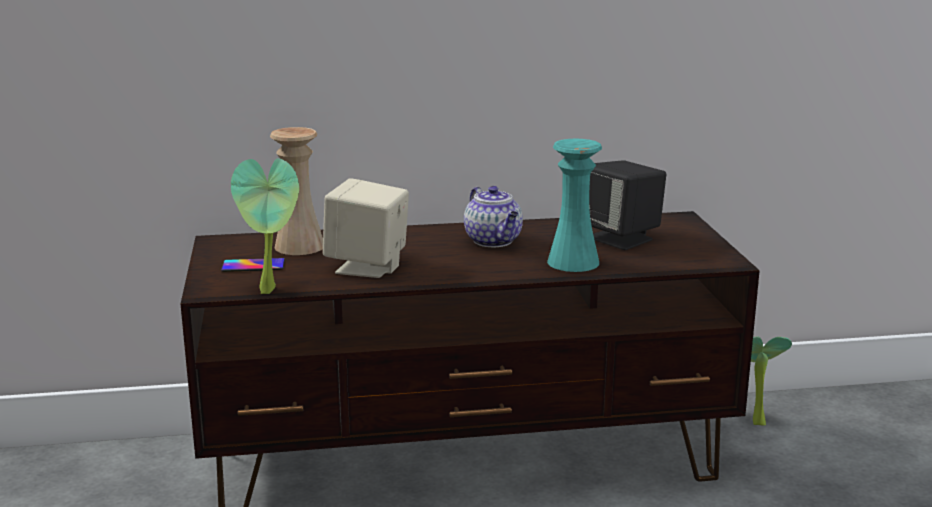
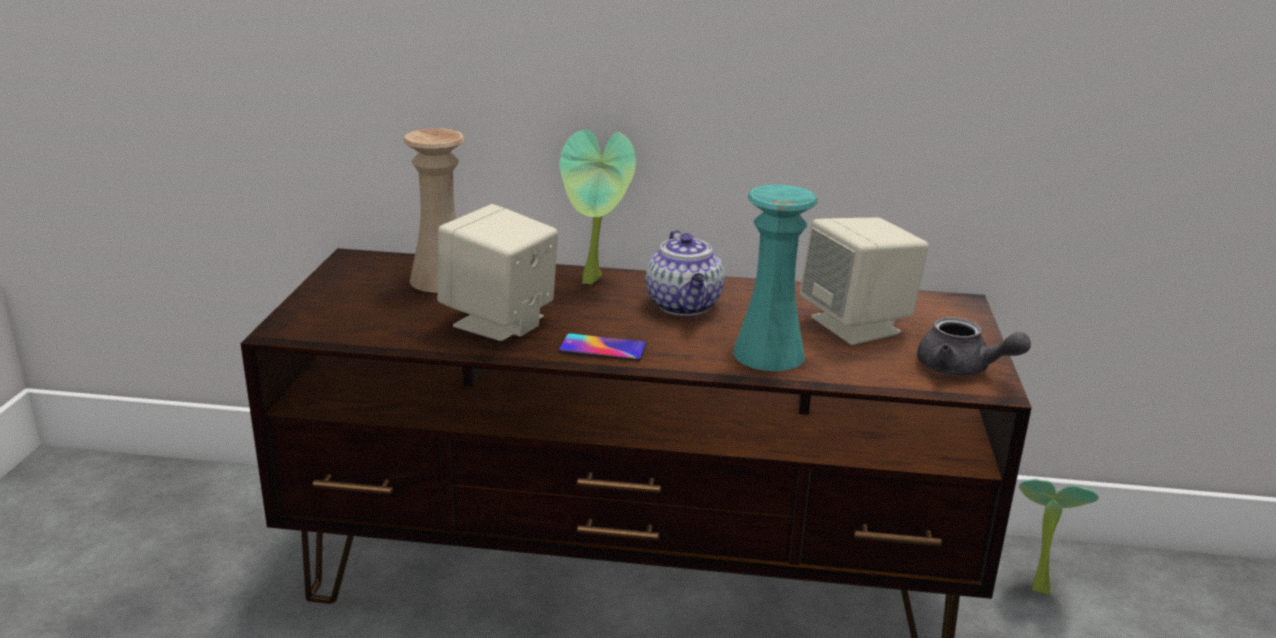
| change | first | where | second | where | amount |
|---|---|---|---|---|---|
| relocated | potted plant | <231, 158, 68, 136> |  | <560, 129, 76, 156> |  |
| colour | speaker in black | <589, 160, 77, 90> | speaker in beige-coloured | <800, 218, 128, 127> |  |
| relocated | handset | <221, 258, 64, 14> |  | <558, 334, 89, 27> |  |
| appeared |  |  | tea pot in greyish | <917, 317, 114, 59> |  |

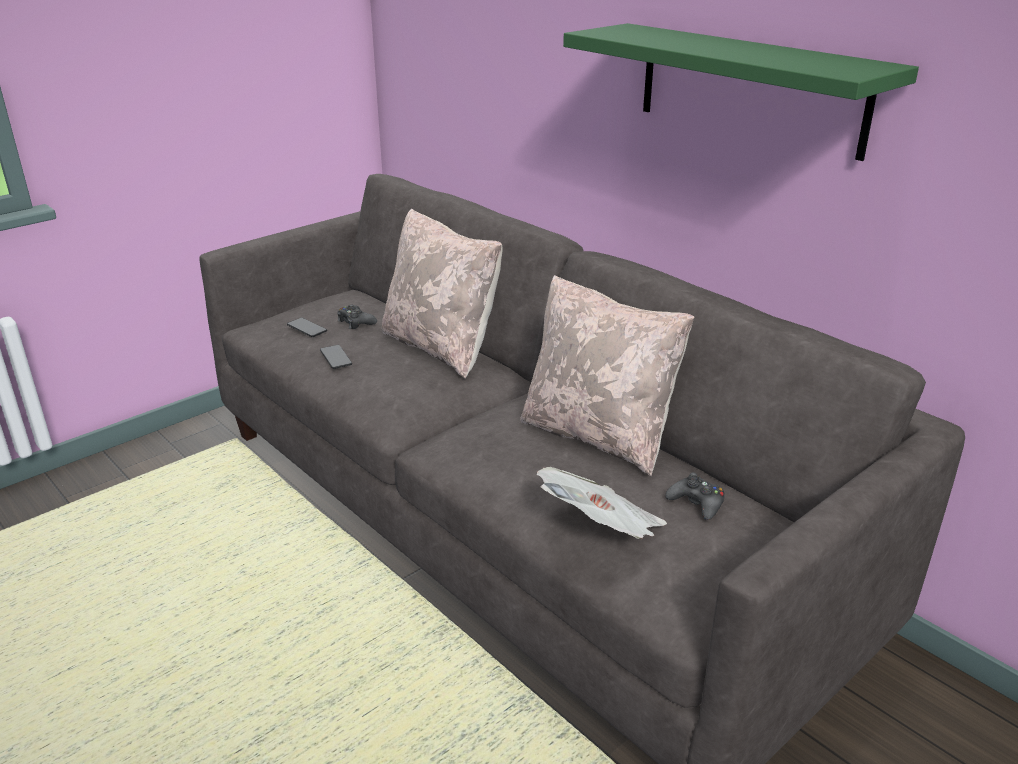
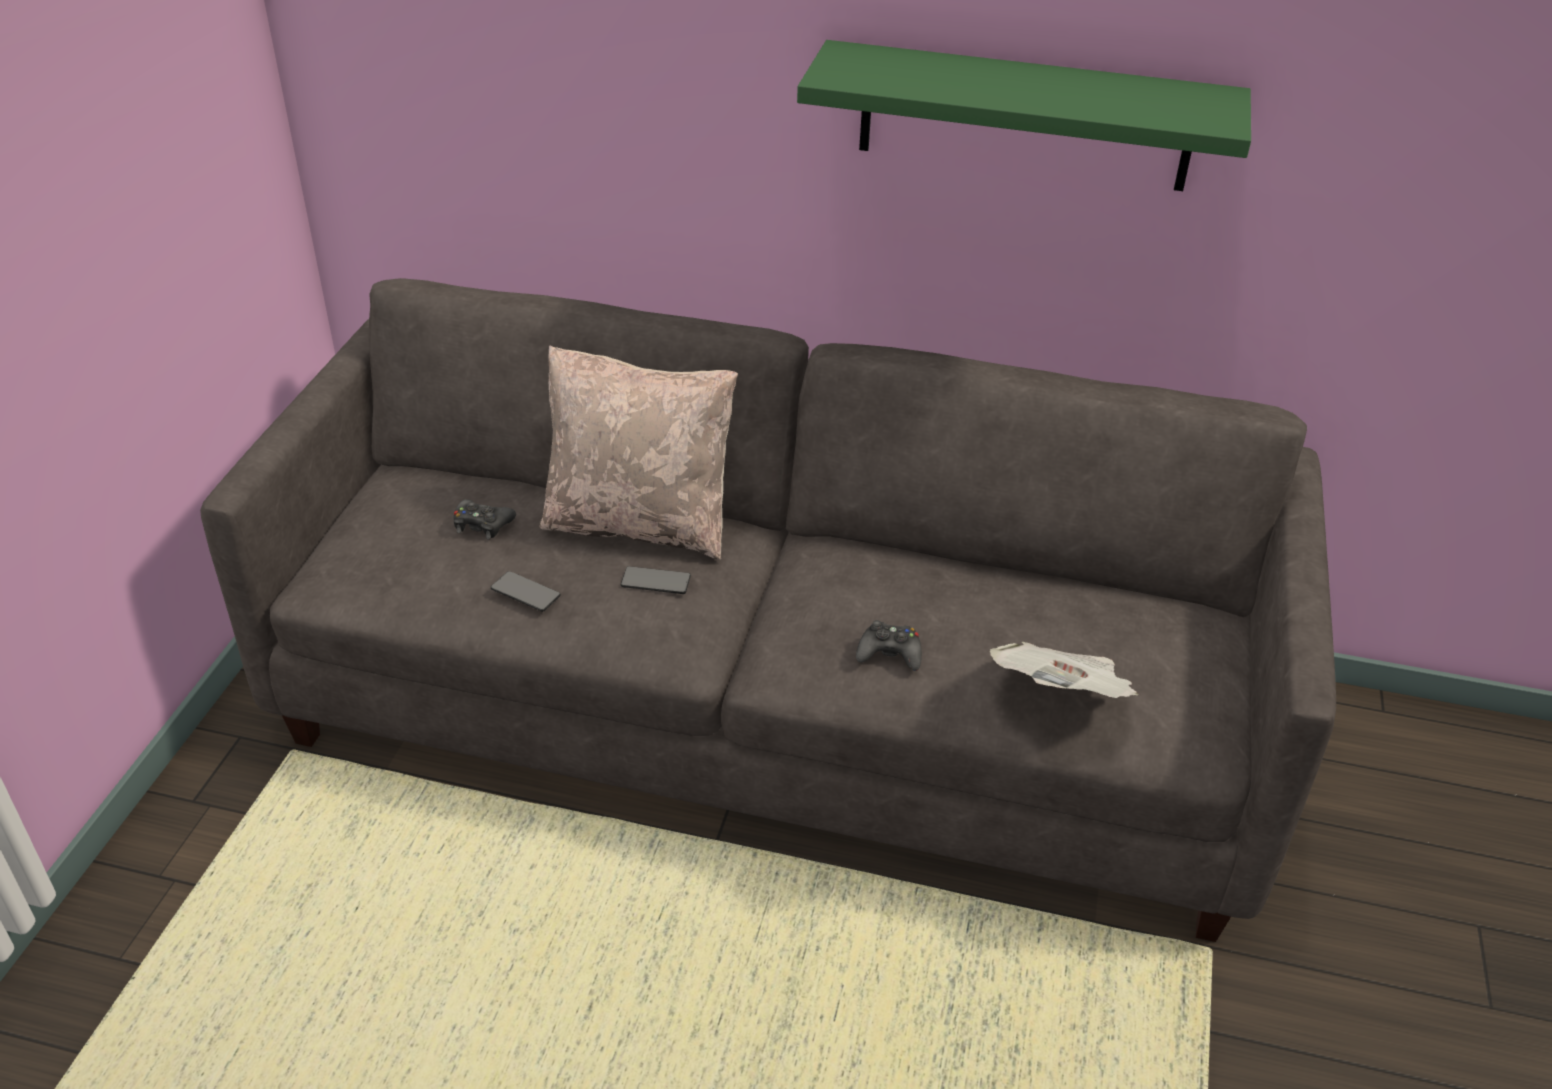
| change | first | where | second | where | amount |
|---|---|---|---|---|---|
| missing | cushion in beige-coloured | <520, 275, 174, 201> |  |  |  |
| relocated | handset | <287, 318, 40, 19> |  | <621, 566, 70, 28> |  |
| relocated | game controller in black | <665, 472, 59, 48> |  | <856, 620, 66, 51> |  |

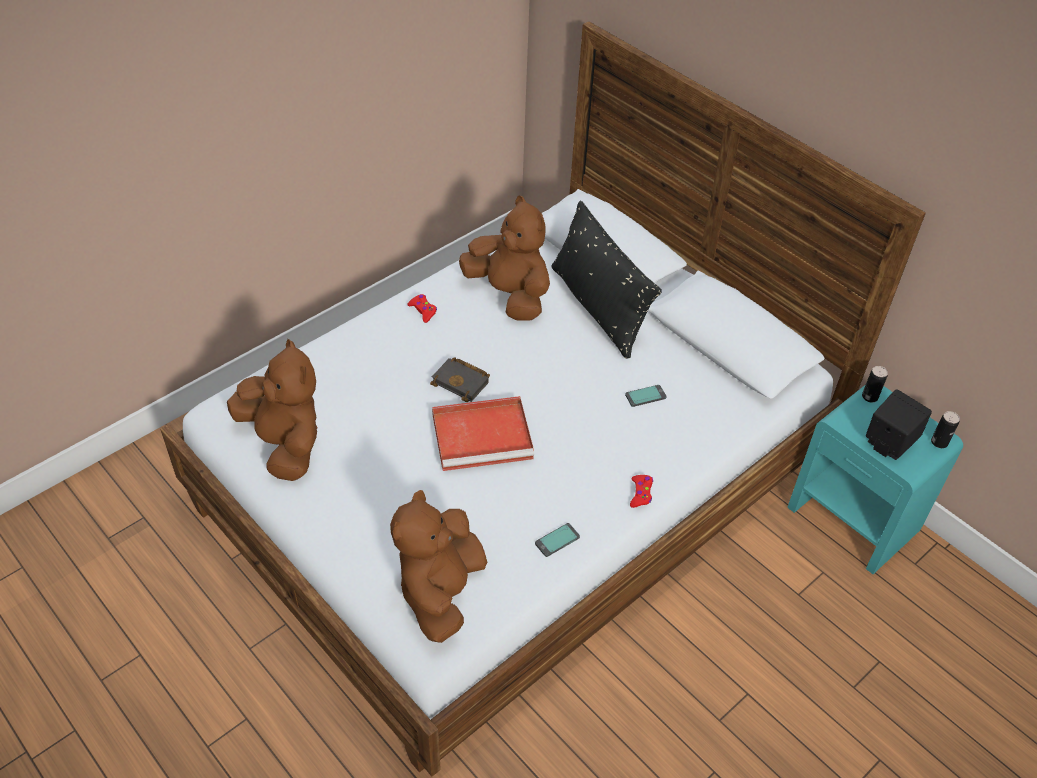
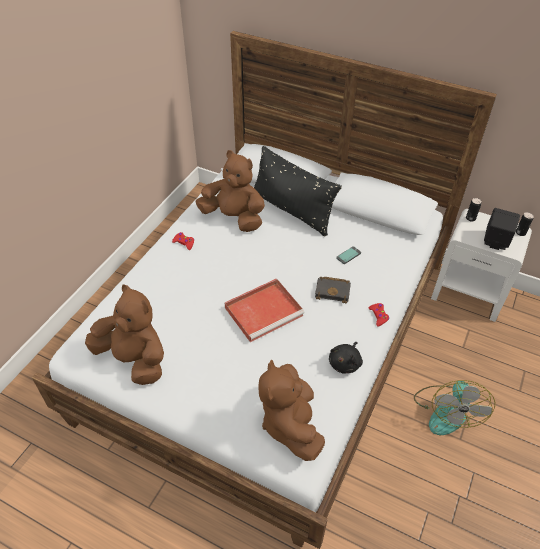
| change | first | where | second | where | amount |
|---|---|---|---|---|---|
| relocated | bound book in black | <430, 357, 60, 45> |  | <315, 276, 36, 28> |  |
| colour | nightstand in turquoise-coloured | <787, 385, 176, 189> | nightstand in white-coloured | <431, 209, 101, 113> |  |
| exchanged | handset | <535, 523, 45, 34> | plush toy in black | <329, 342, 34, 32> |  |
| appeared |  |  | cooling fan | <414, 380, 81, 55> |  |

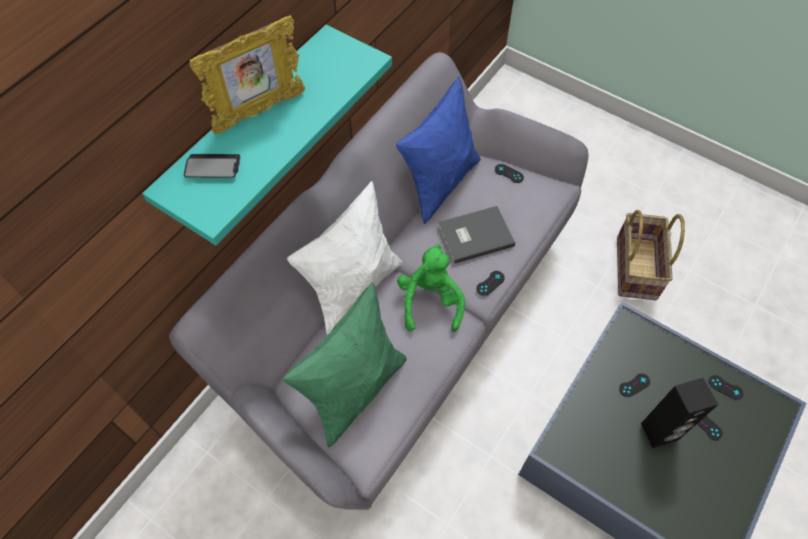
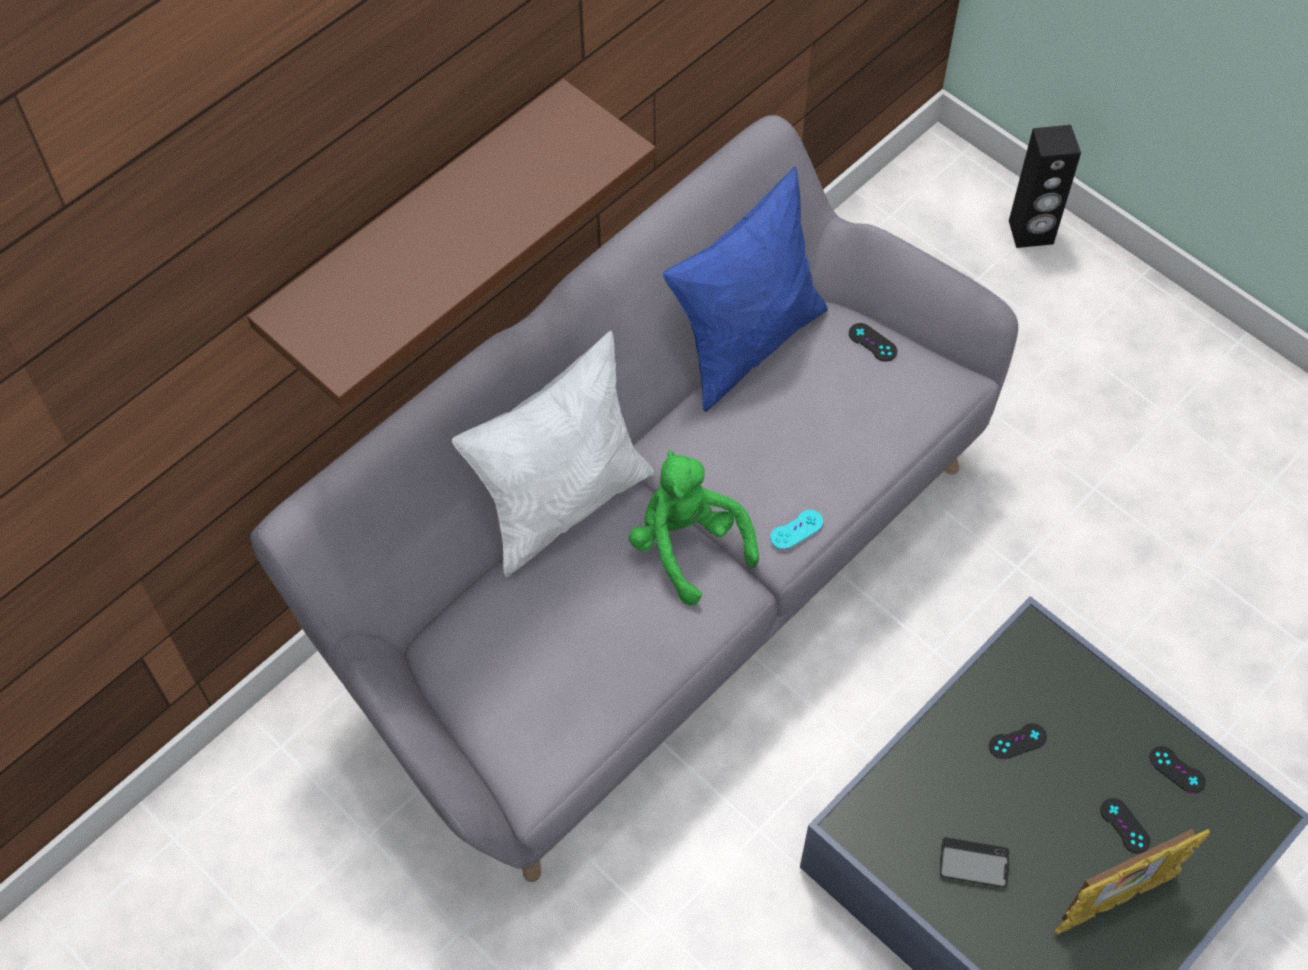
| change | first | where | second | where | amount |
|---|---|---|---|---|---|
| relocated | photo frame | <189, 15, 116, 120> |  | <1055, 829, 155, 105> |  |
| colour | bracket shelf in turquoise-coloured | <142, 25, 250, 220> | bracket shelf in brownish | <247, 79, 409, 329> |  |
| relocated | handset | <184, 154, 56, 24> |  | <940, 837, 69, 51> |  |
| missing | bound book in greyish | <438, 206, 77, 58> |  |  |  |
| missing | basket | <617, 210, 68, 90> |  |  |  |
| spun | plush toy in green-coloured | <397, 244, 68, 88> |  | <629, 450, 130, 156> | 45 degrees counterclockwise |
| colour | game controller in black | <476, 271, 29, 25> | game controller in turquoise-coloured | <770, 510, 53, 40> |  |
| missing | cushion in green-coloured | <283, 282, 124, 165> |  |  |  |
| relocated | speaker in black | <641, 378, 78, 70> |  | <1009, 125, 72, 123> |  |

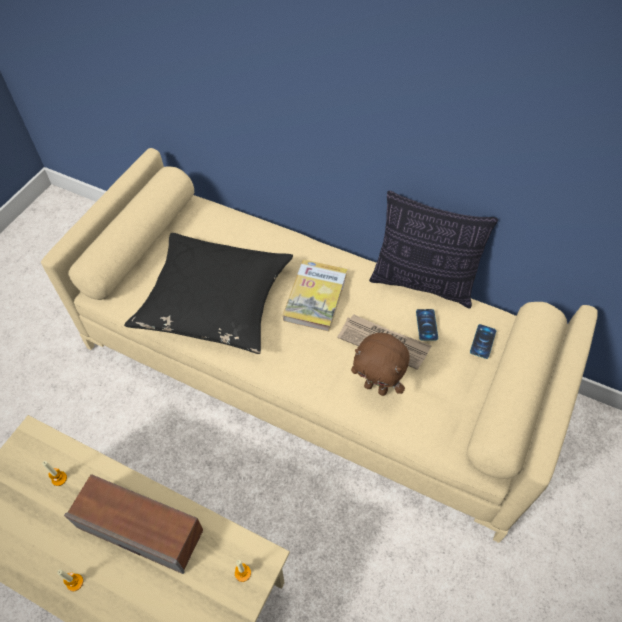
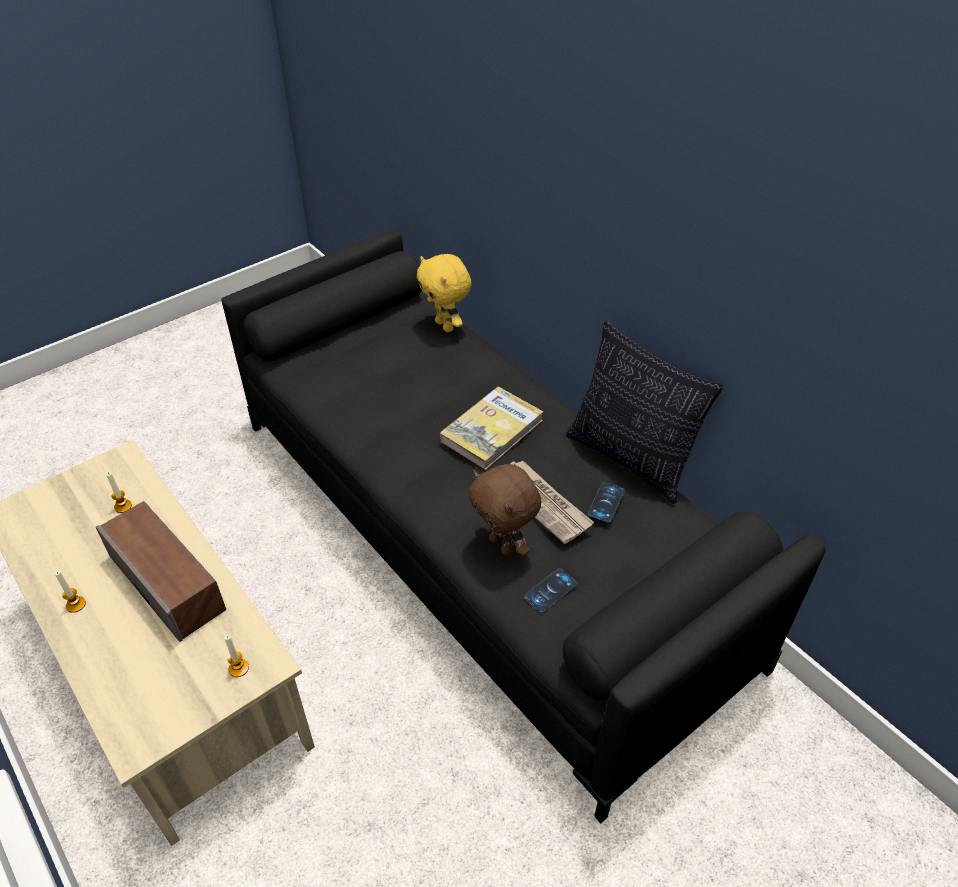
| change | first | where | second | where | amount |
|---|---|---|---|---|---|
| colour | couch in beige-coloured | <41, 148, 557, 395> | couch in black | <221, 229, 605, 595> |  |
| missing | cushion in black | <124, 233, 169, 121> |  |  |  |
| relocated | handset | <470, 324, 26, 35> |  | <524, 568, 53, 45> |  |
| appeared |  |  | plush toy in yellowish | <417, 254, 55, 78> |  |

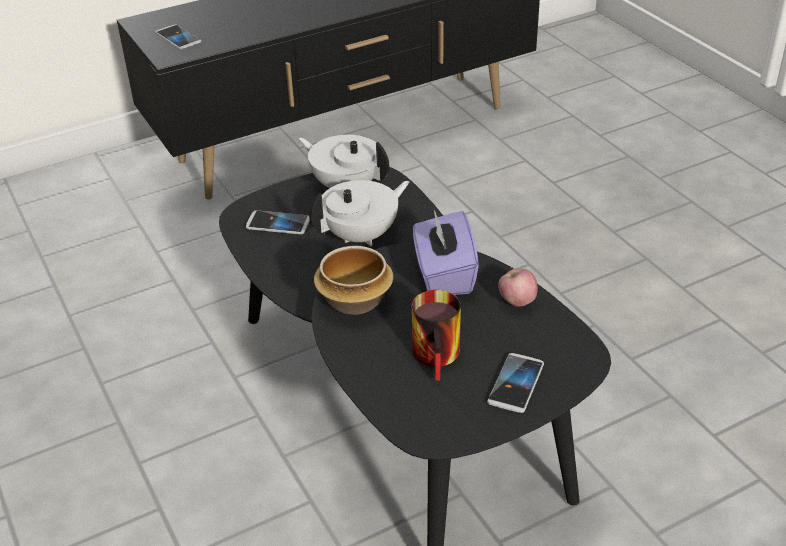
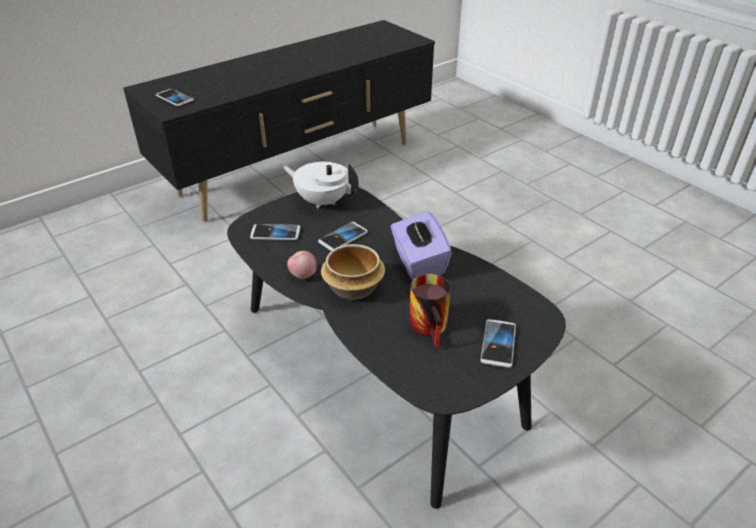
| change | first | where | second | where | amount |
|---|---|---|---|---|---|
| exchanged | tea pot in white-coloured | <309, 180, 101, 67> | handset | <318, 222, 50, 29> |  |
| relocated | apple fruit | <498, 268, 40, 39> |  | <287, 251, 30, 28> |  |

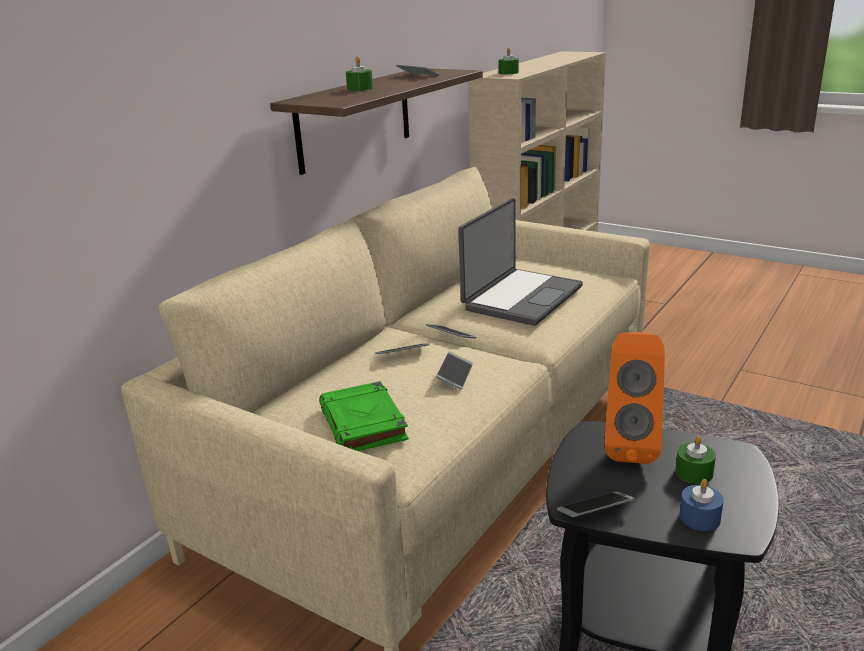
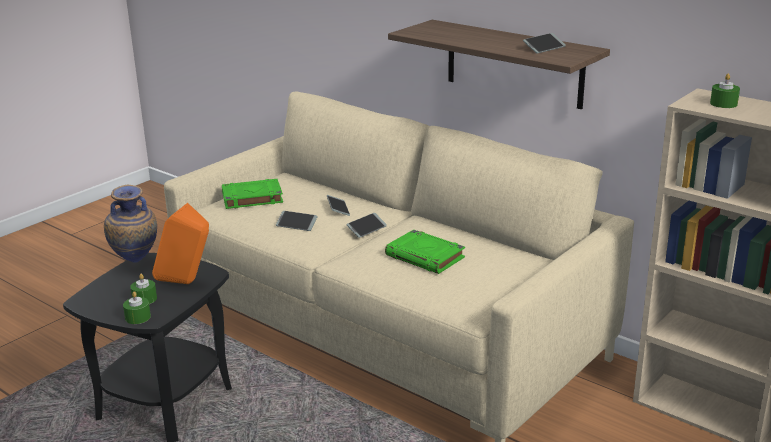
| change | first | where | second | where | amount |
|---|---|---|---|---|---|
| relocated | wax light in green-coloured | <346, 56, 27, 35> |  | <123, 291, 28, 33> |  |
| exchanged | portable computer | <458, 198, 125, 128> | bound book in green-coloured | <385, 230, 80, 44> |  |
| missing | wax light in blue | <680, 479, 44, 52> |  |  |  |
| exchanged | handset | <557, 492, 77, 25> | decorative vase | <104, 185, 53, 78> |  |

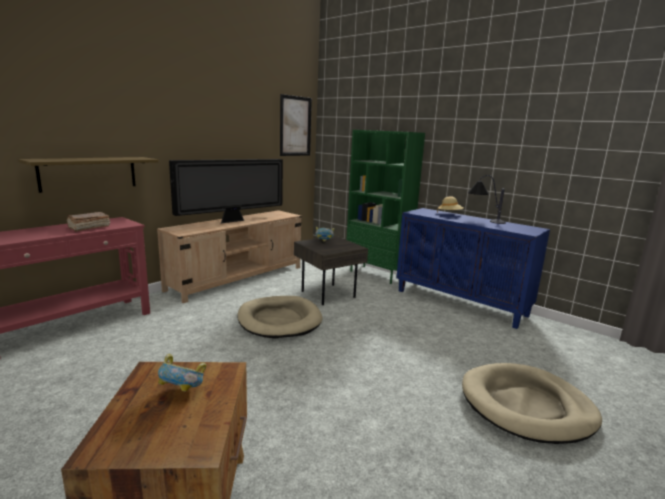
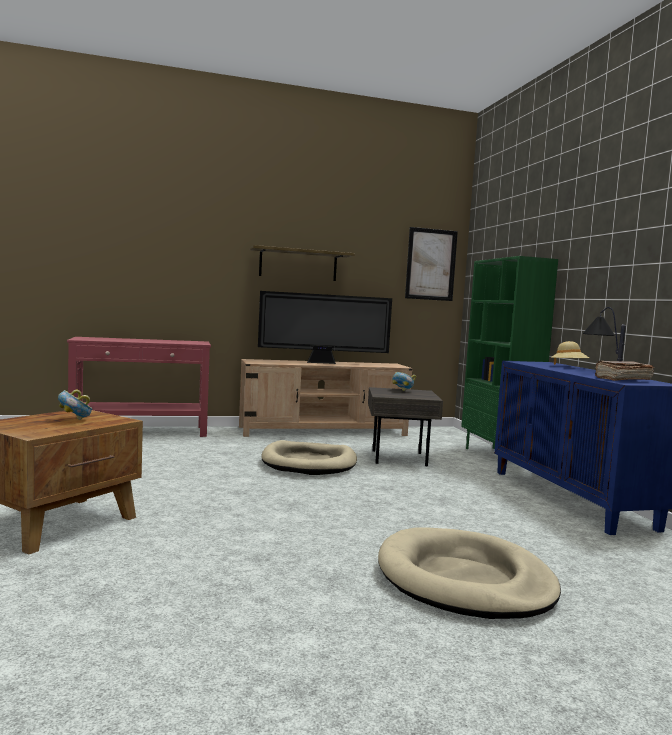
| change | first | where | second | where | amount |
|---|---|---|---|---|---|
| relocated | bracket shelf | <19, 157, 140, 36> |  | <250, 245, 105, 36> |  |
| relocated | bound book in brownish | <66, 212, 44, 20> |  | <595, 361, 59, 20> |  |

